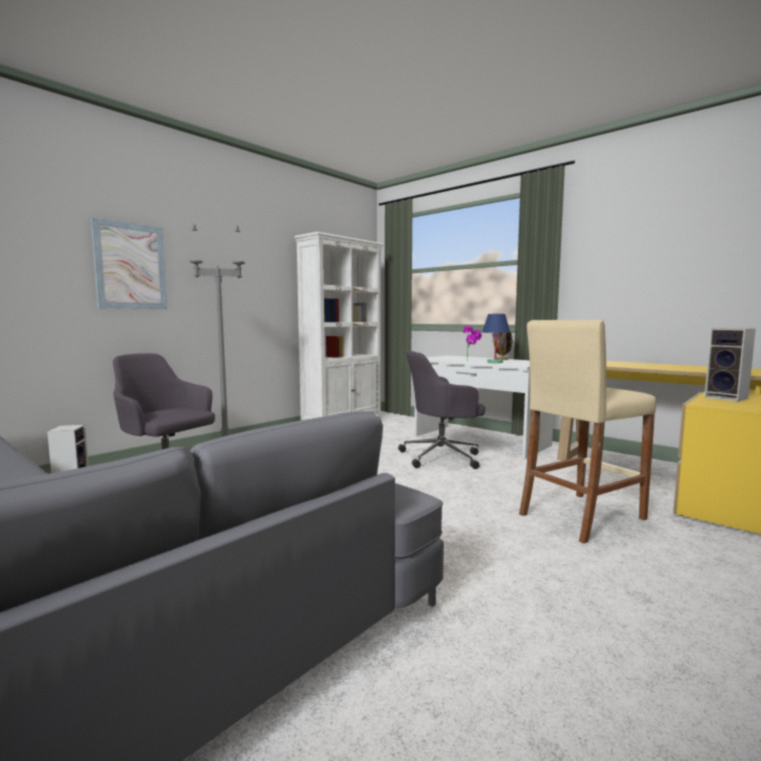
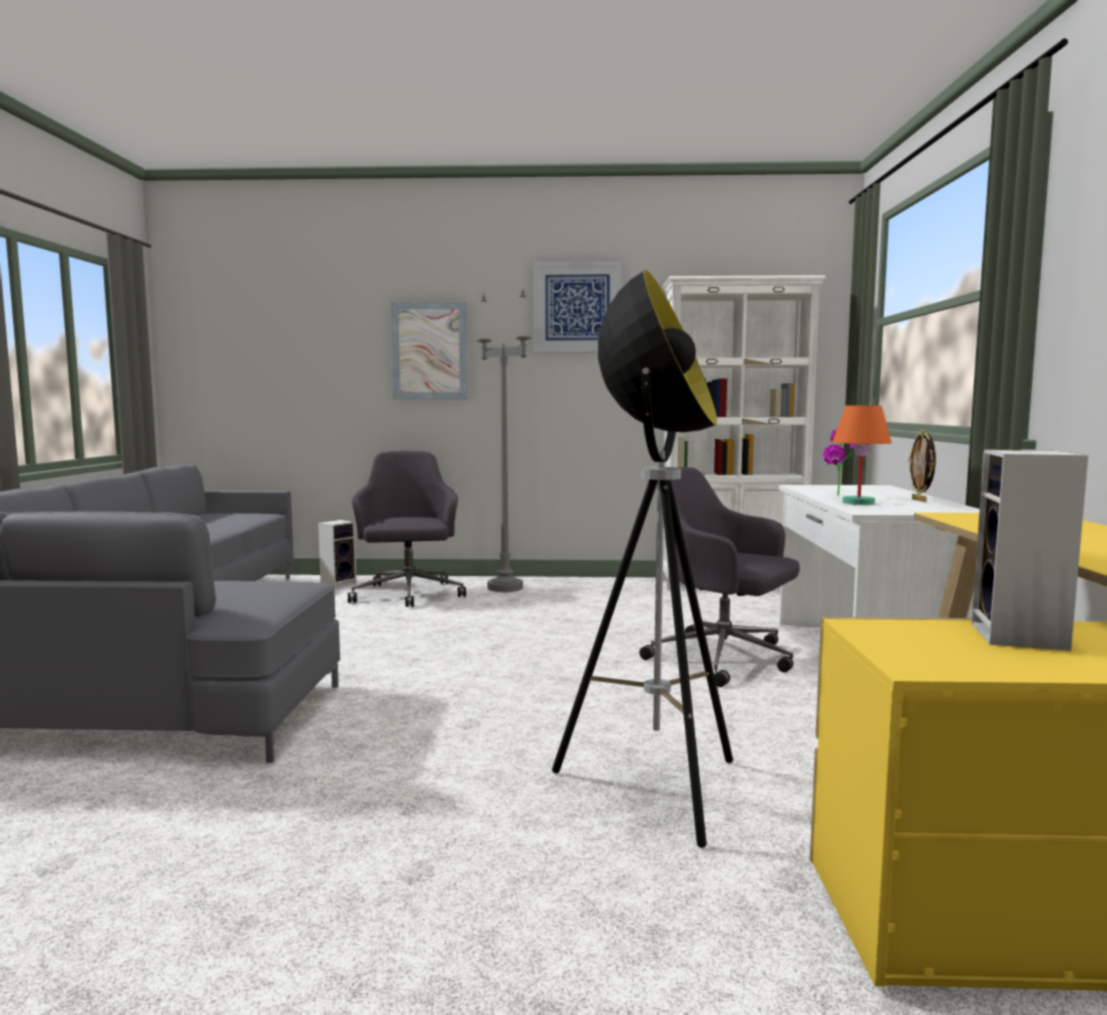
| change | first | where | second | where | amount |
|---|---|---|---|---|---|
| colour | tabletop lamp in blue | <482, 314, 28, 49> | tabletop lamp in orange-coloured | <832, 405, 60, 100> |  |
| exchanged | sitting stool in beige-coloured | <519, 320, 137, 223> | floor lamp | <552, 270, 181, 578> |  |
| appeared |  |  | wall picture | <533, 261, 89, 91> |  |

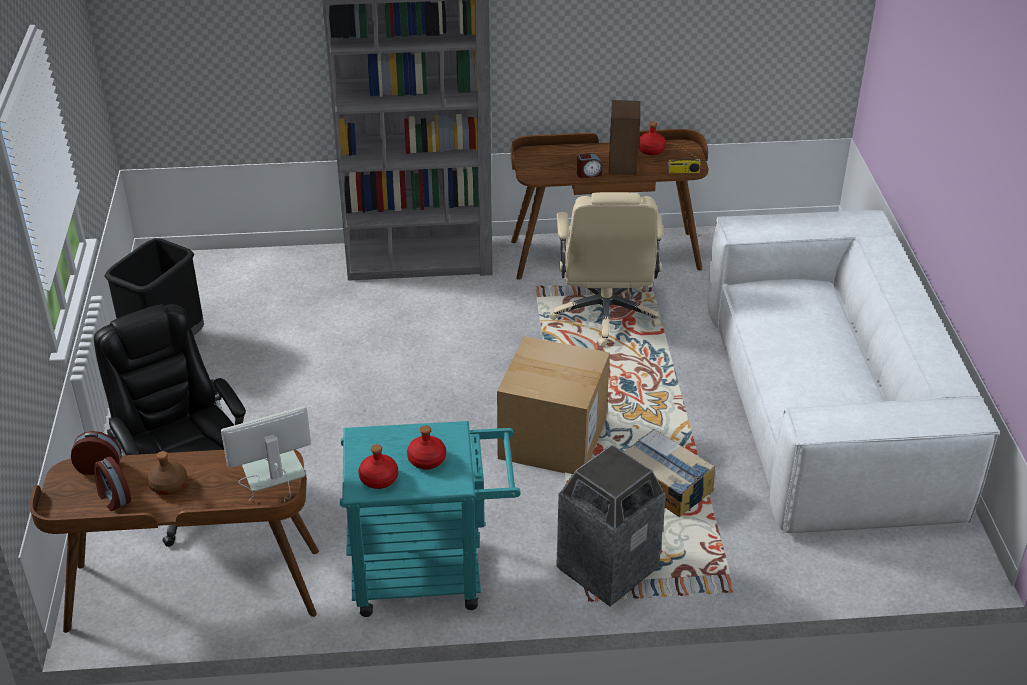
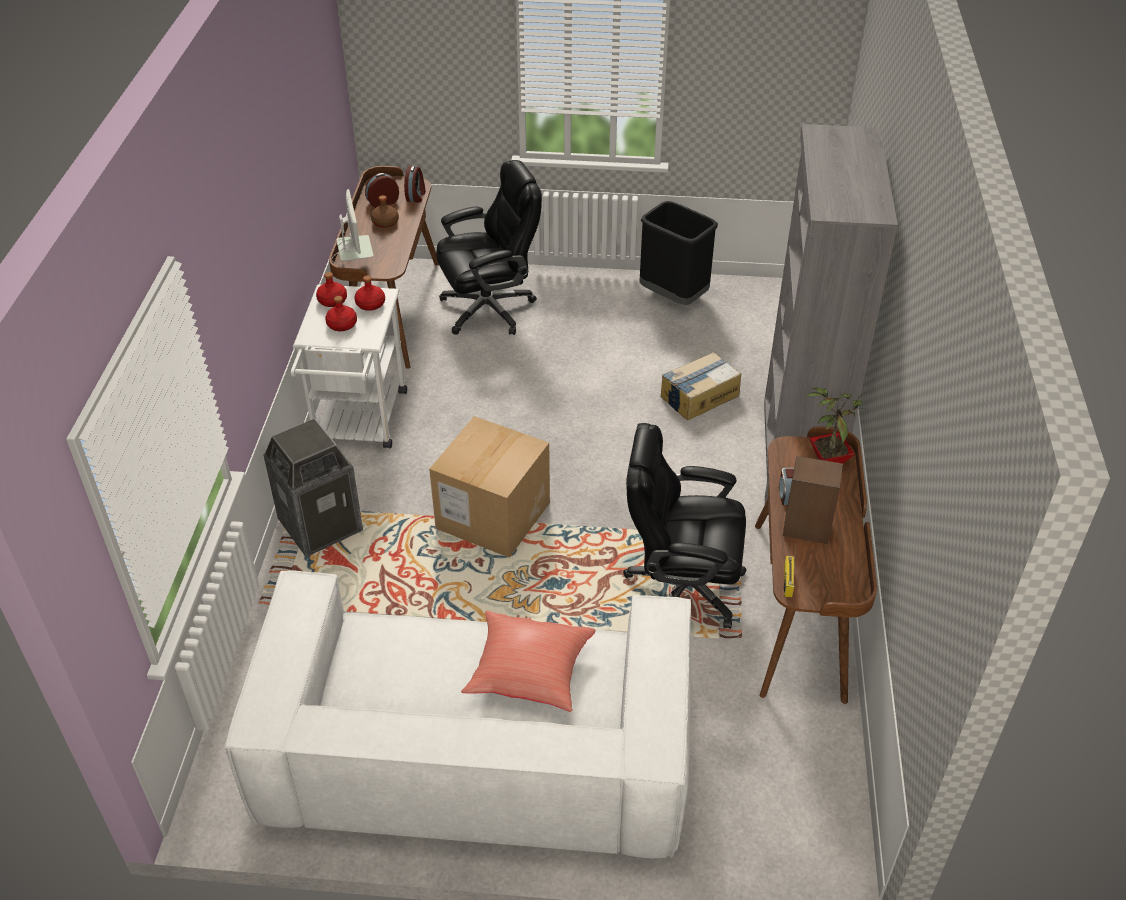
| change | first | where | second | where | amount |
|---|---|---|---|---|---|
| relocated | bottle in red-coloured | <639, 122, 27, 33> |  | <354, 276, 31, 35> |  |
| colour | office chair in beige-coloured | <549, 192, 114, 155> | office chair in black | <623, 423, 124, 206> |  |
| colour | wheeled cart in turquoise-coloured | <340, 421, 181, 196> | wheeled cart in white-coloured | <291, 284, 116, 165> |  |
| relocated | packing box | <624, 429, 91, 88> |  | <661, 352, 80, 68> |  |
| appeared |  |  | potted plant | <805, 387, 62, 77> |  |
| appeared |  |  | cushion in red-coloured | <461, 610, 135, 102> |  |

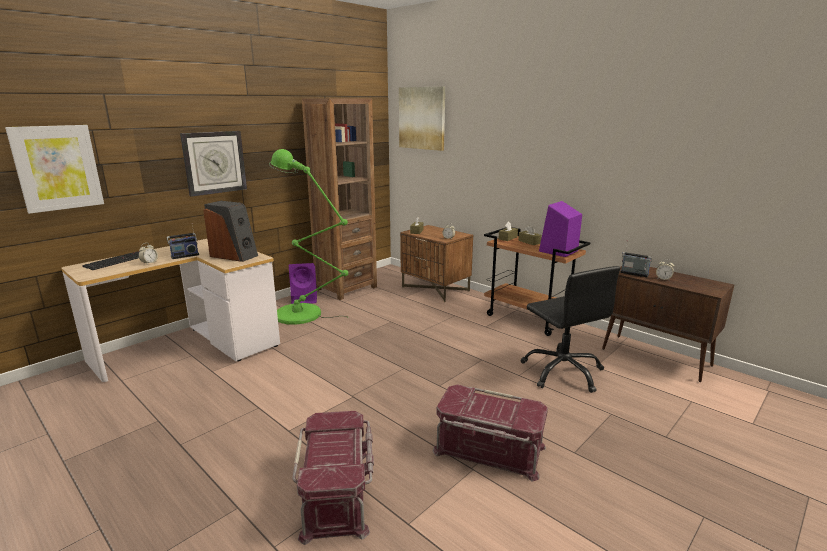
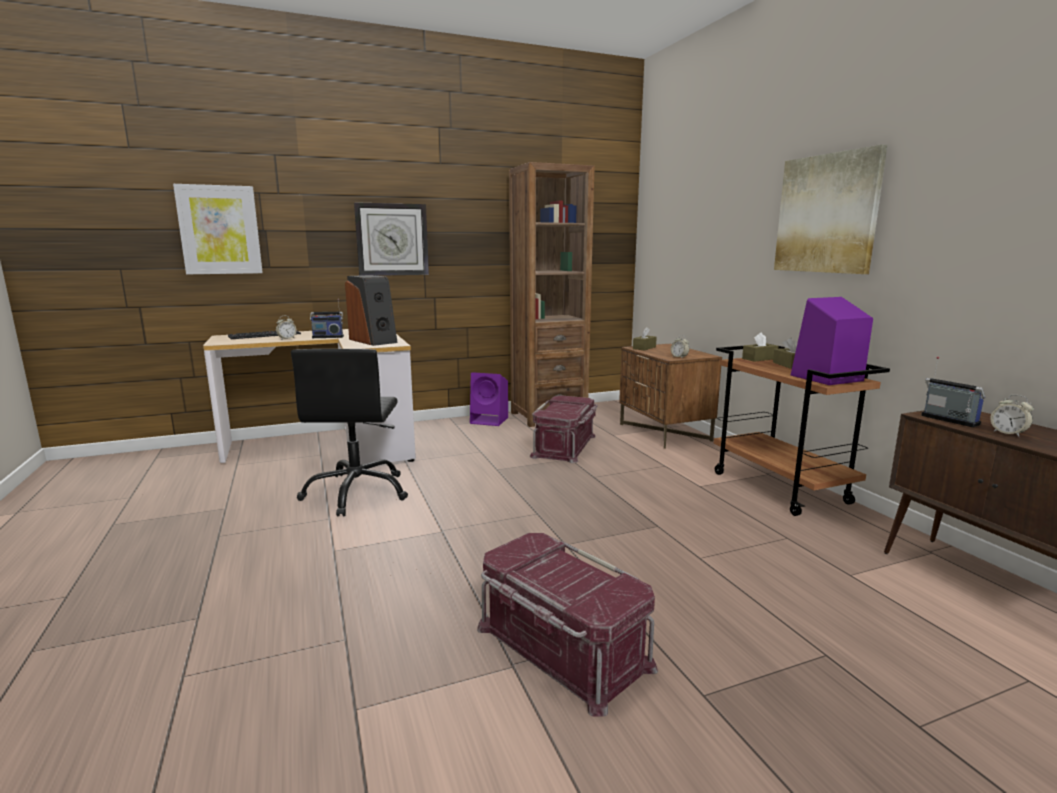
| change | first | where | second | where | amount |
|---|---|---|---|---|---|
| relocated | wall picture | <399, 86, 46, 65> |  | <774, 144, 114, 130> |  |
| missing | floor lamp in green-coloured | <269, 149, 80, 176> |  |  |  |
| relocated | office chair in black | <521, 266, 99, 127> |  | <291, 349, 117, 167> |  |
| relocated | storage container in red-coloured | <292, 411, 82, 134> |  | <530, 395, 68, 68> |  |

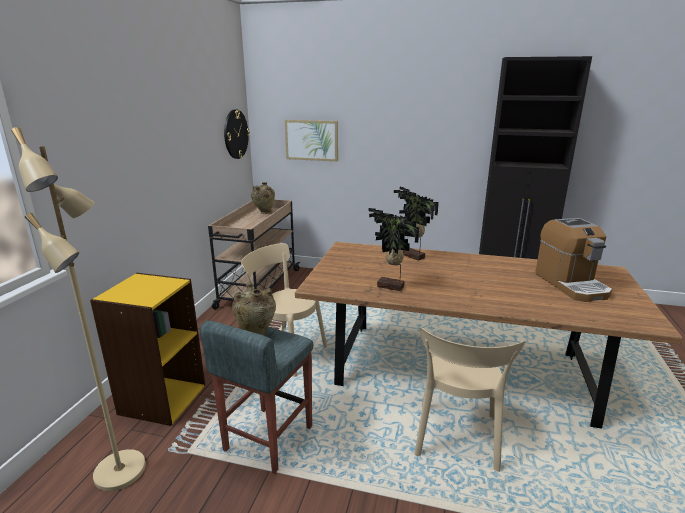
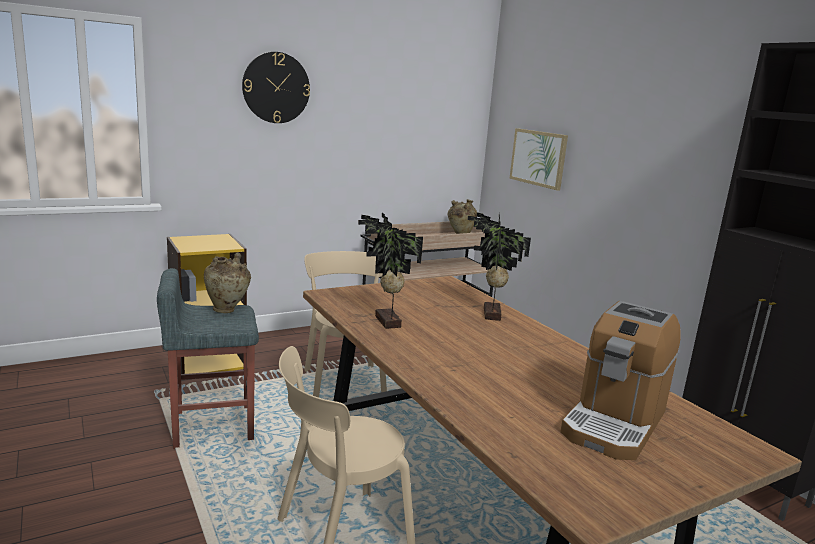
| change | first | where | second | where | amount |
|---|---|---|---|---|---|
| relocated | clock on the wall | <224, 109, 26, 50> |  | <242, 52, 68, 71> |  |
| missing | floor lamp in beige-coloured | <11, 127, 135, 364> |  |  |  |

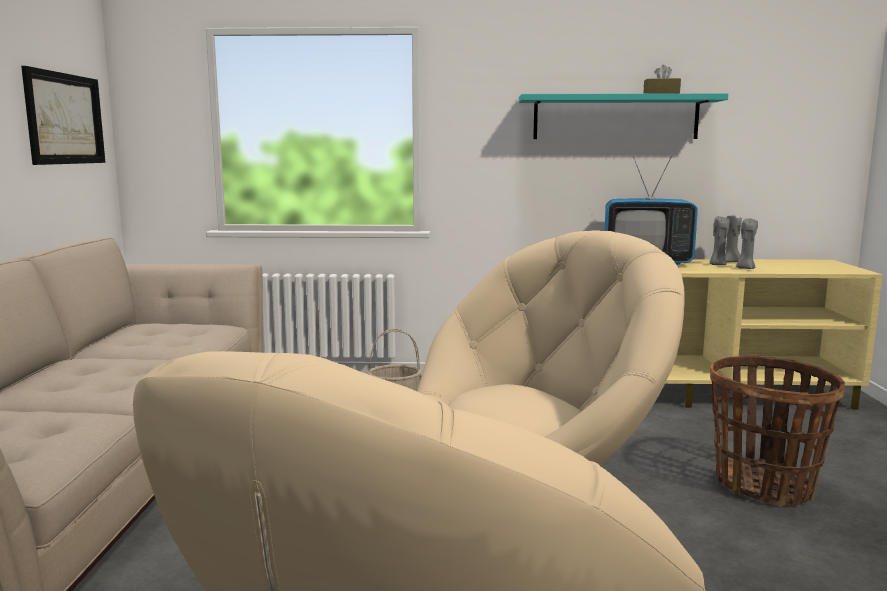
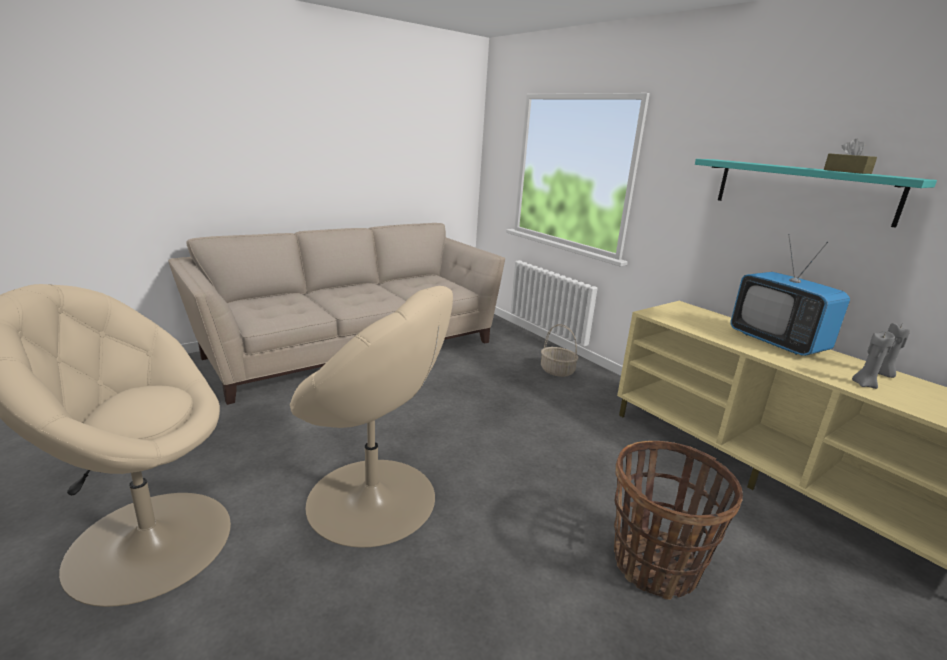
| change | first | where | second | where | amount |
|---|---|---|---|---|---|
| missing | wall picture | <21, 66, 84, 99> |  |  |  |
| missing | wax light in greyish | <710, 216, 20, 49> |  |  |  |

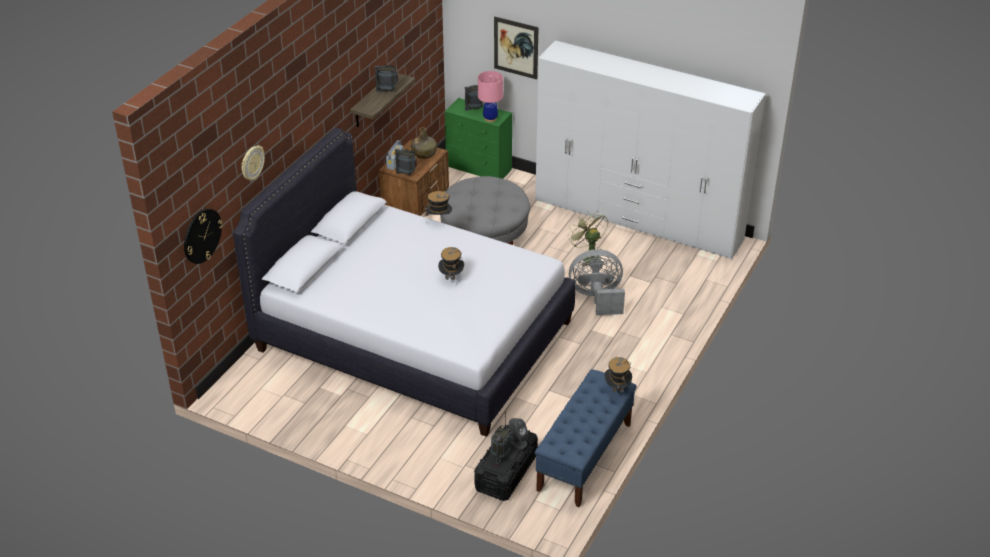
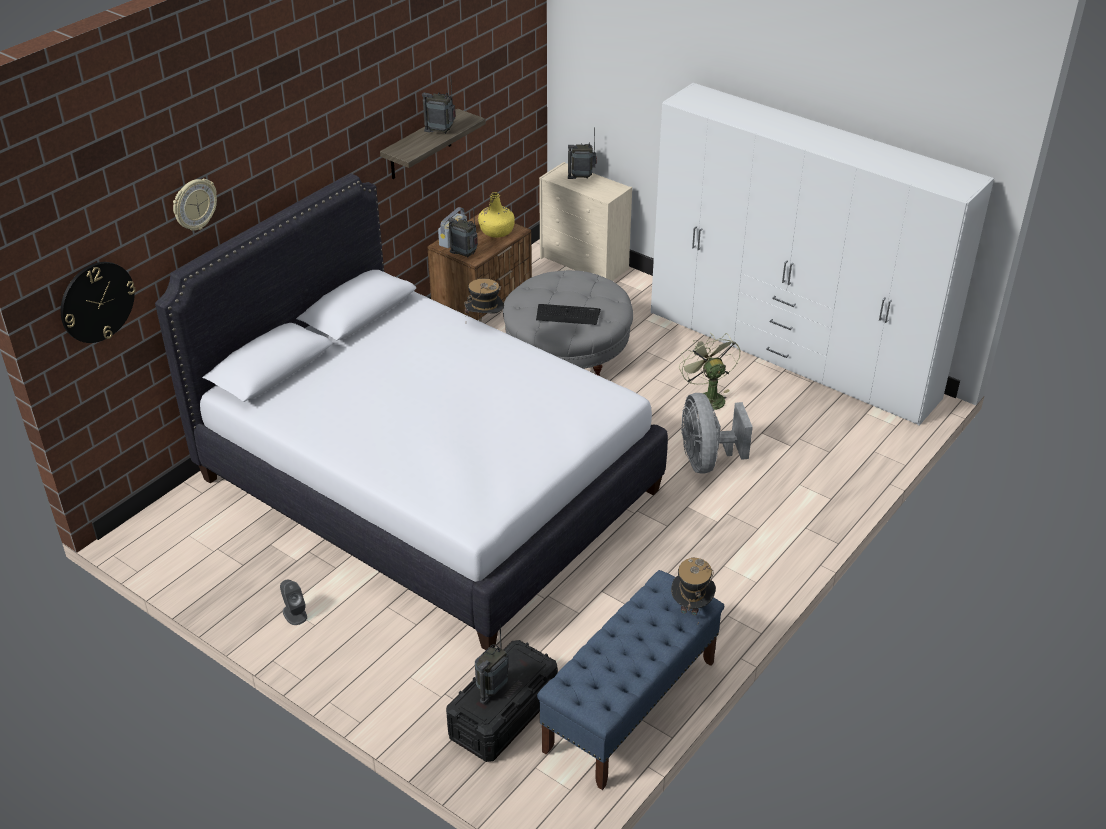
| change | first | where | second | where | amount |
|---|---|---|---|---|---|
| missing | wall picture | <494, 17, 45, 62> |  |  |  |
| missing | tabletop lamp in pink-coloured | <478, 71, 25, 51> |  |  |  |
| colour | drawer chest in green-coloured | <445, 98, 67, 81> | drawer chest in beige-coloured | <539, 162, 93, 119> |  |
| colour | bottle in green-coloured | <411, 127, 26, 32> | bottle in yellowish | <478, 192, 37, 46> |  |
| missing | wearable hat | <438, 247, 26, 33> |  |  |  |
| spun | cooling fan in greyish | <569, 249, 56, 66> |  | <681, 393, 72, 81> | 105 degrees counterclockwise |
| relocated | speaker in greyish | <509, 418, 19, 31> |  | <280, 580, 27, 45> |  |
| appeared |  |  | keyboard | <536, 304, 65, 21> |  |

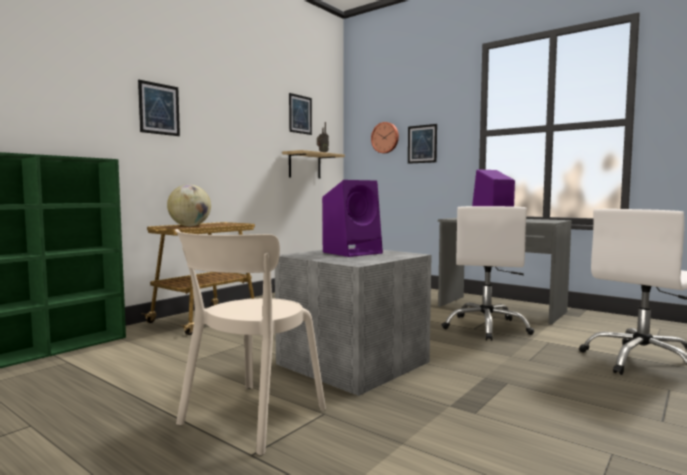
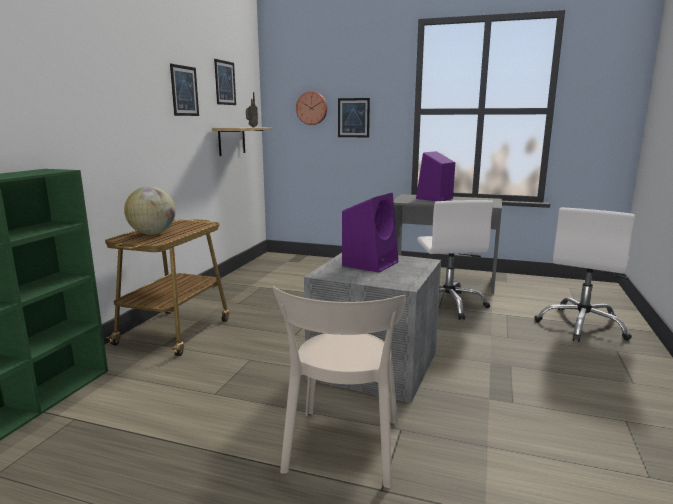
| change | first | where | second | where | amount |
|---|---|---|---|---|---|
| relocated | wall picture | <138, 80, 42, 56> |  | <170, 64, 29, 52> |  |

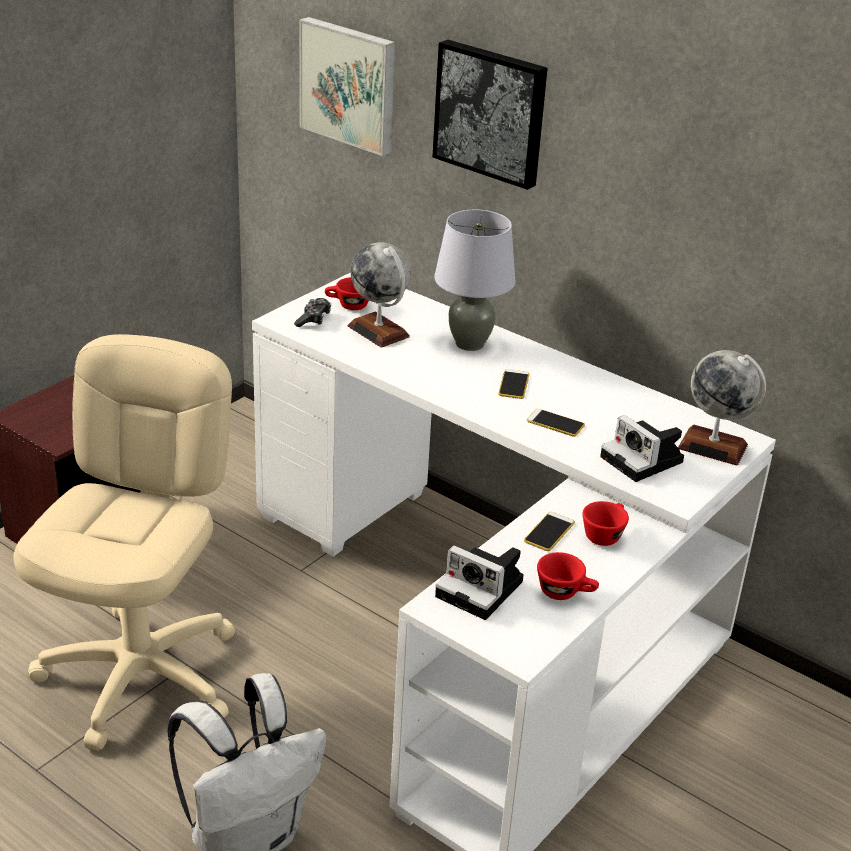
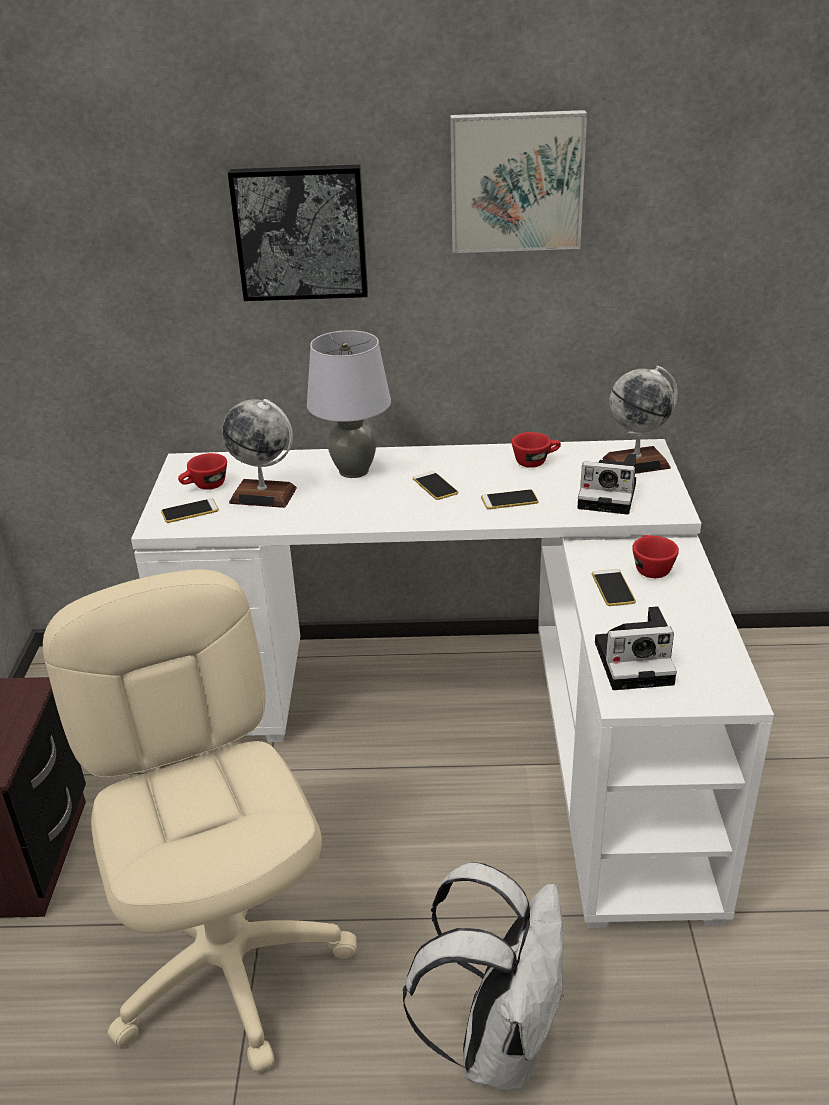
| change | first | where | second | where | amount |
|---|---|---|---|---|---|
| relocated | wall picture | <299, 17, 96, 139> |  | <450, 110, 137, 143> |  |
| exchanged | game controller | <294, 298, 37, 29> | handset | <161, 498, 58, 25> |  |
| relocated | drinking cup in red-coloured | <537, 552, 62, 48> |  | <512, 432, 49, 36> |  |

